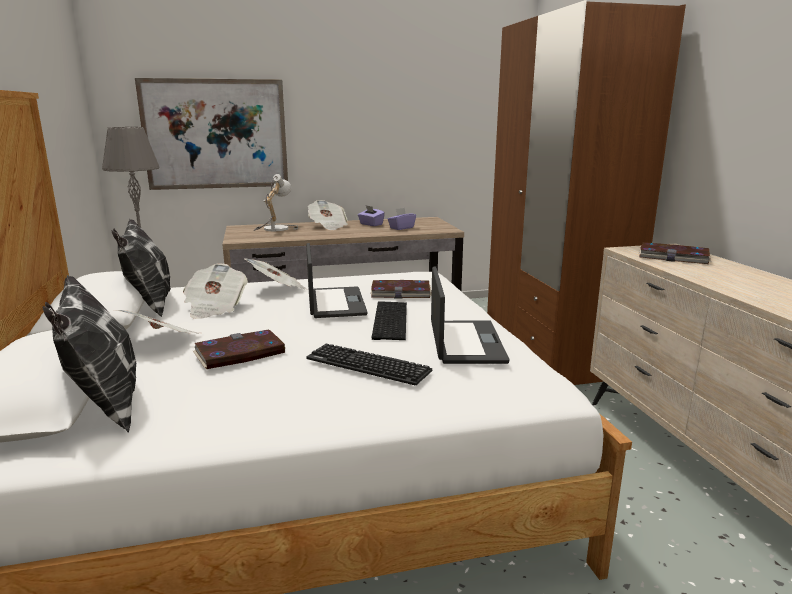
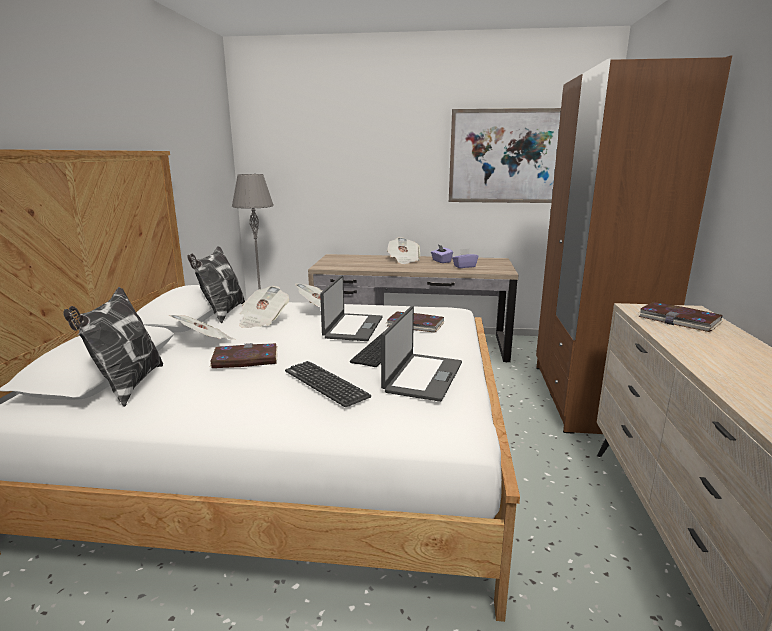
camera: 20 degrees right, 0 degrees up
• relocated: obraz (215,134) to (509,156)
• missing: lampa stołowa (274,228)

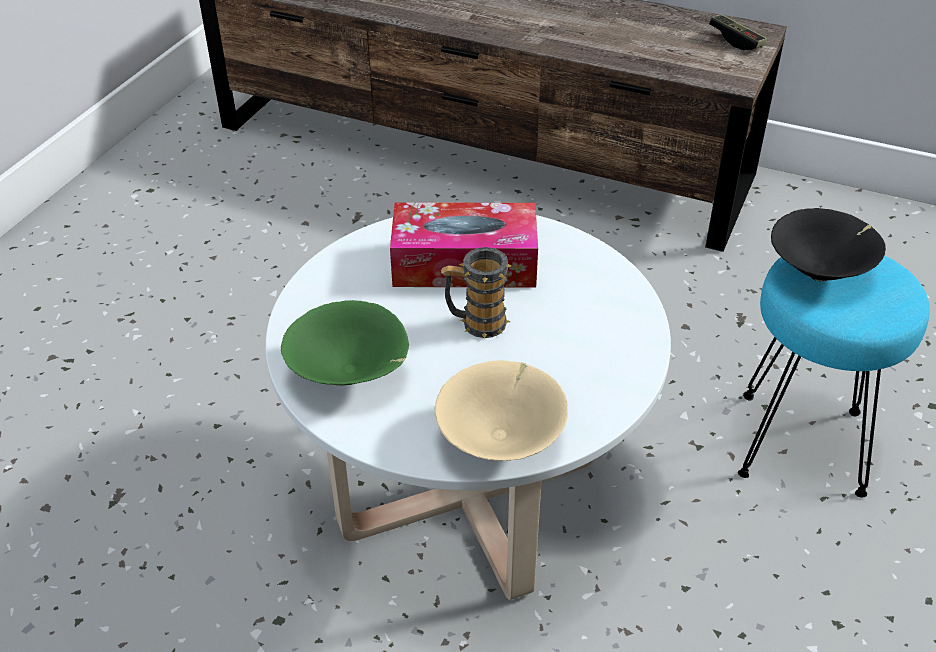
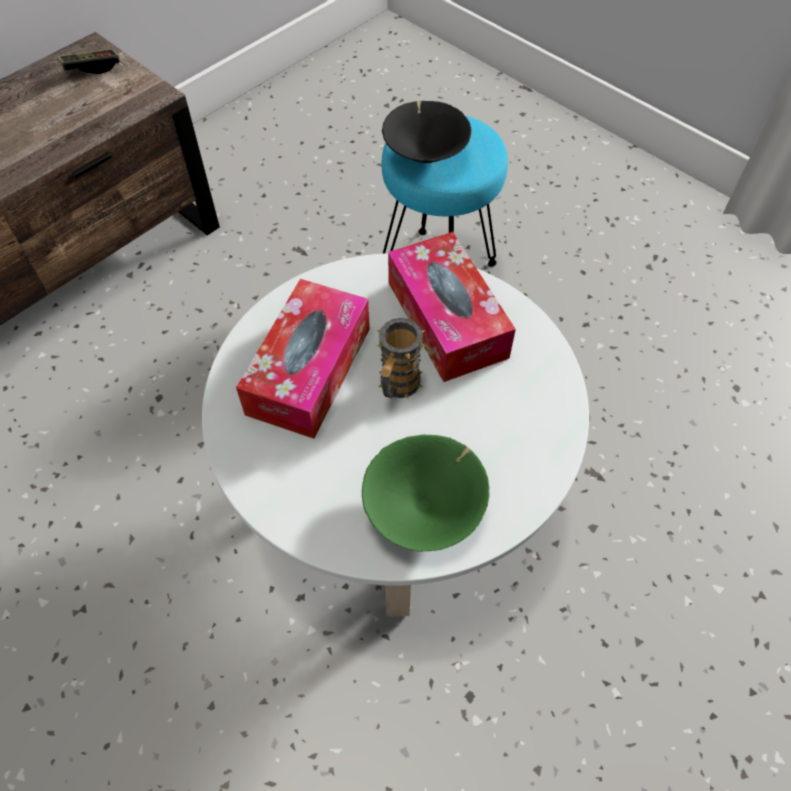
camera: 70 degrees left, 15 degrees up
• missing: miska (beżowy) (502,439)
• appeared: pudełko chusteczek (447,319)

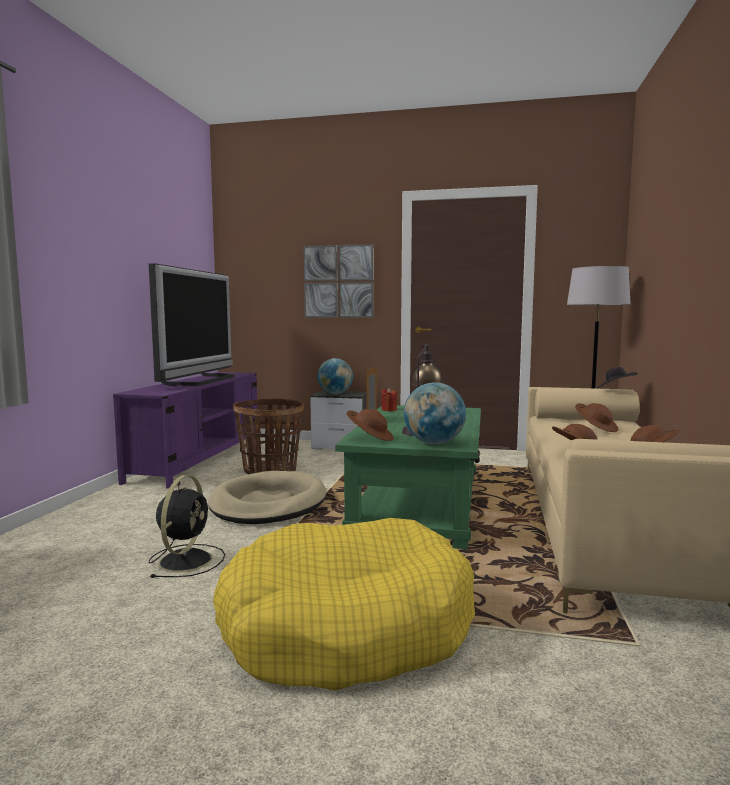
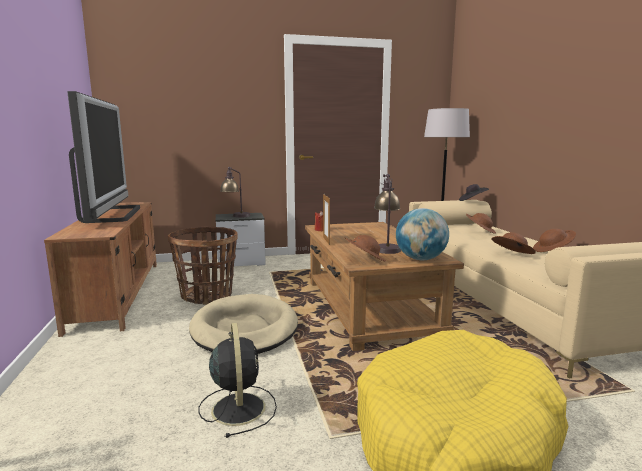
camera: 25 degrees left, 5 degrees up
• colour: szafka pod telewizor (fioletowy) (199,459) to szafka pod telewizor (brązowy) (118,293)
• missing: obraz (338,281)
• exchanged: globus (335,393) to lampa stołowa (236,217)
• colour: ława (zielony) (419,505) to ława (brązowy) (369,308)

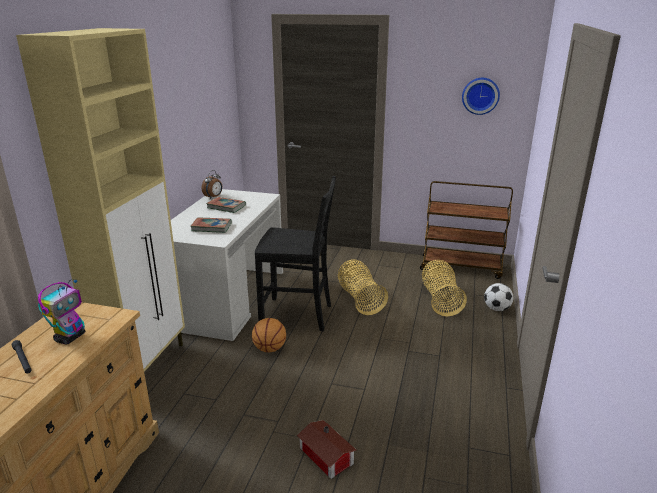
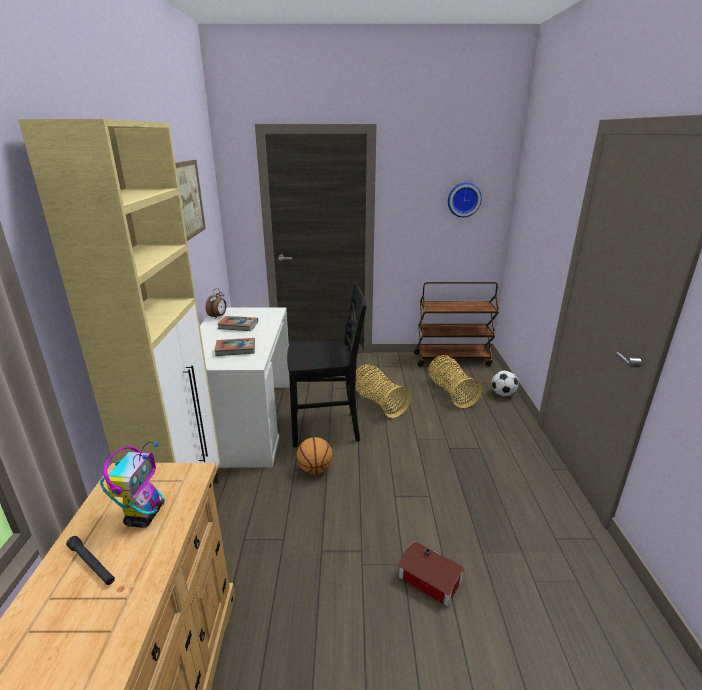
camera: 15 degrees left, 0 degrees up
• appeared: obraz (188,199)

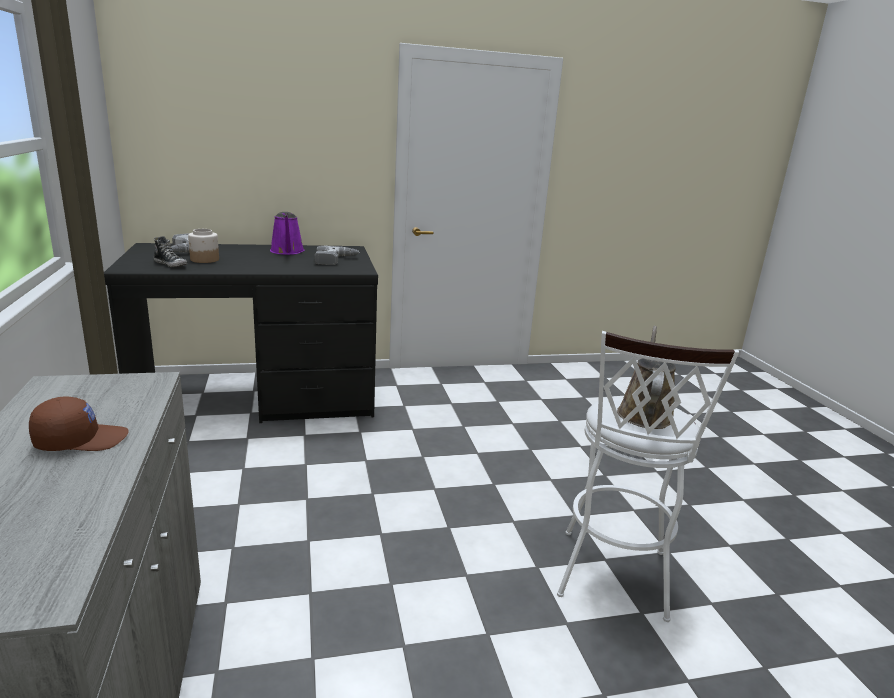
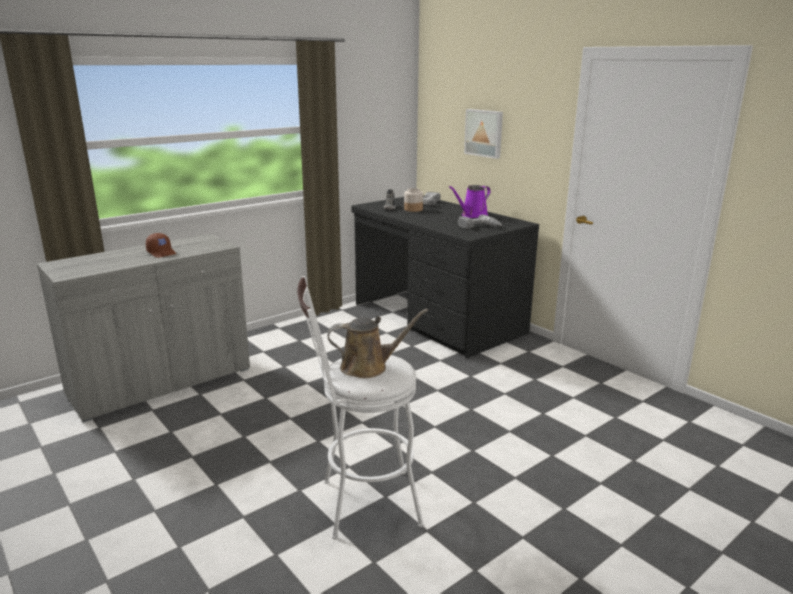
camera: 65 degrees right, 0 degrees up
• appeared: obraz (484,133)

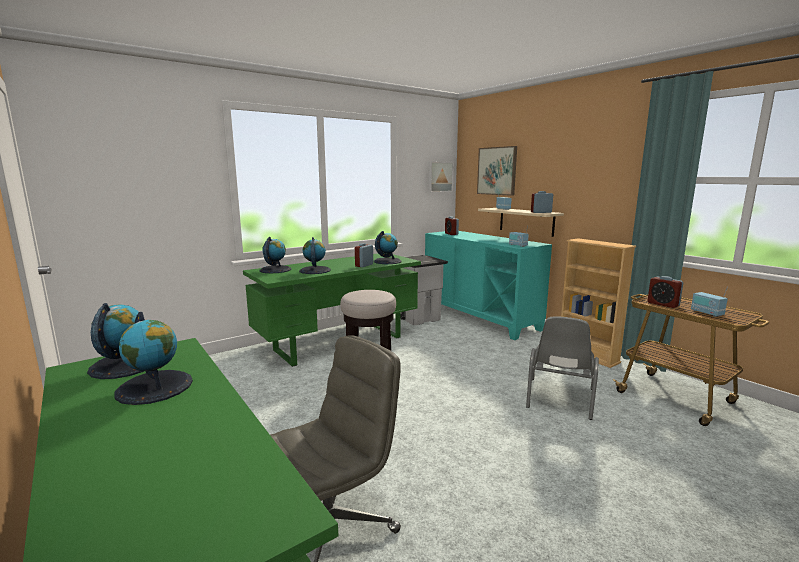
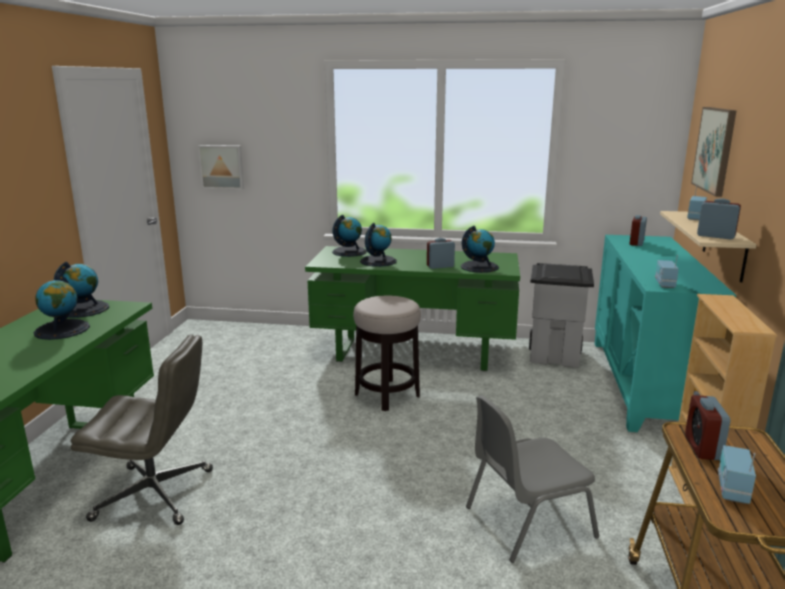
camera: 45 degrees right, 5 degrees up
• relocated: obraz (439,177) to (222,166)

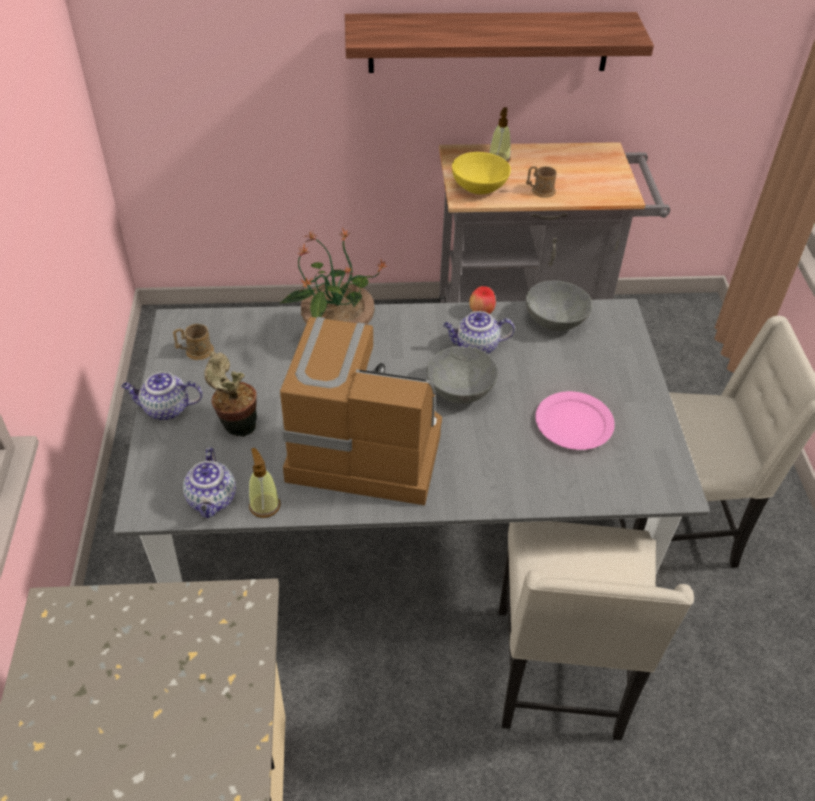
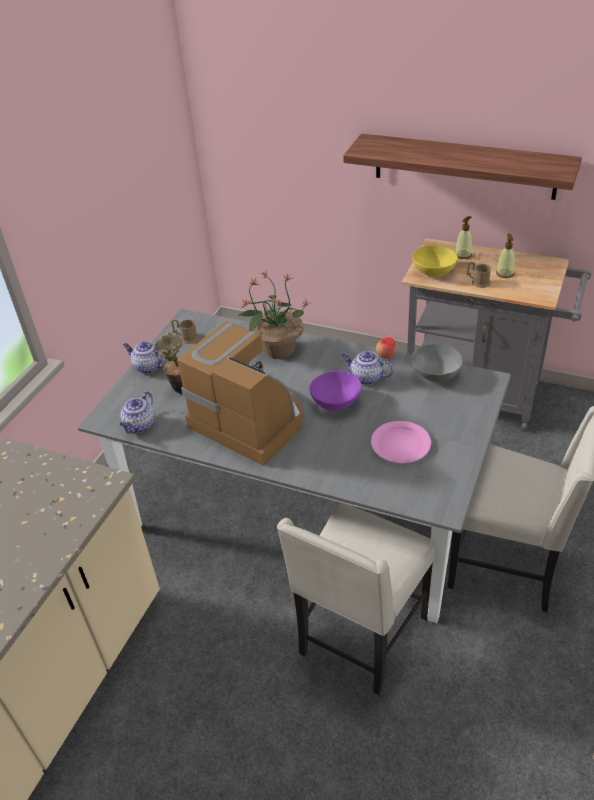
camera: 30 degrees right, 5 degrees down
• relocated: dozownik mydła (264,505) to (505,273)
• colour: miska (szary) (460,390) to miska (fioletowy) (336,402)

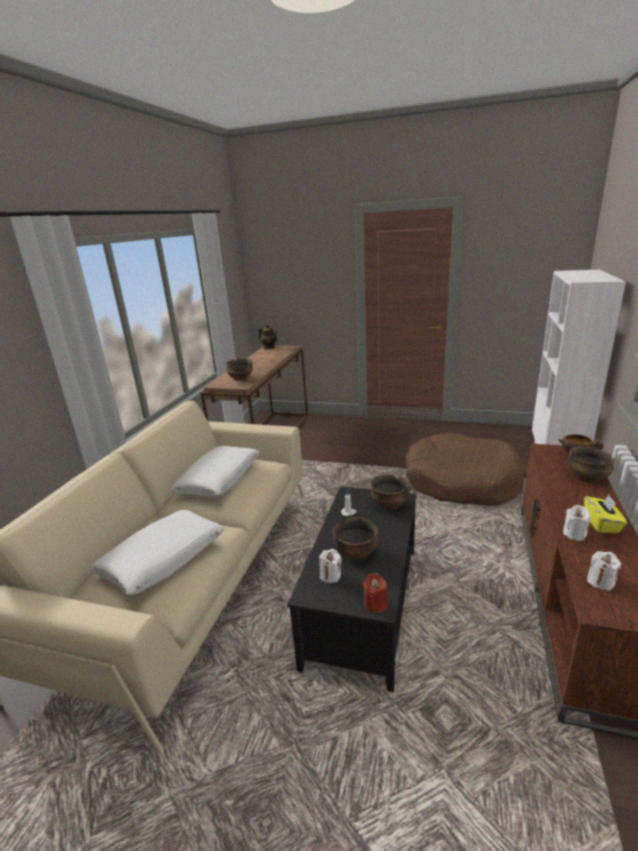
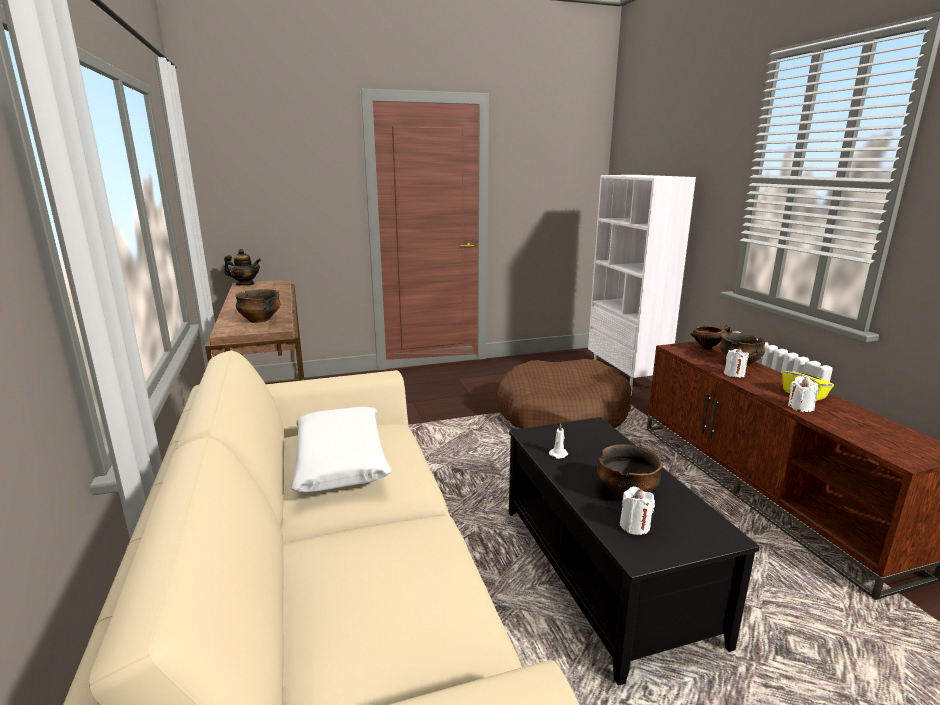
camera: 35 degrees left, 5 degrees down
• missing: poduszka (biały) (163,559)
• missing: świeca (czerwony) (375,604)
• missing: miska (390,504)
• relocated: świeca (biały) (600,582) to (734,374)

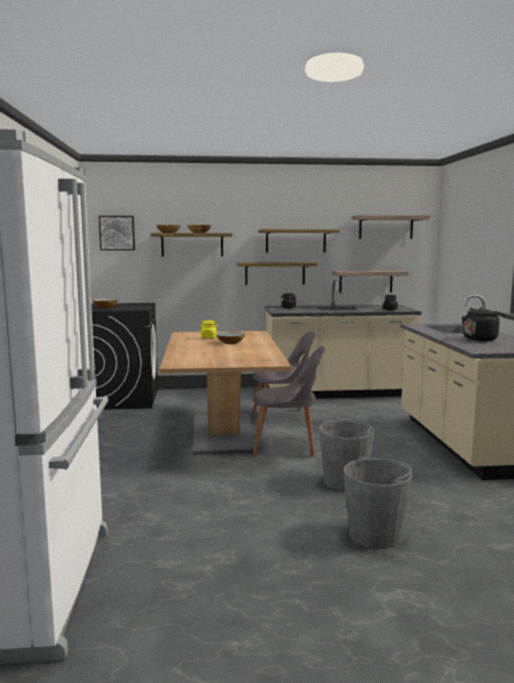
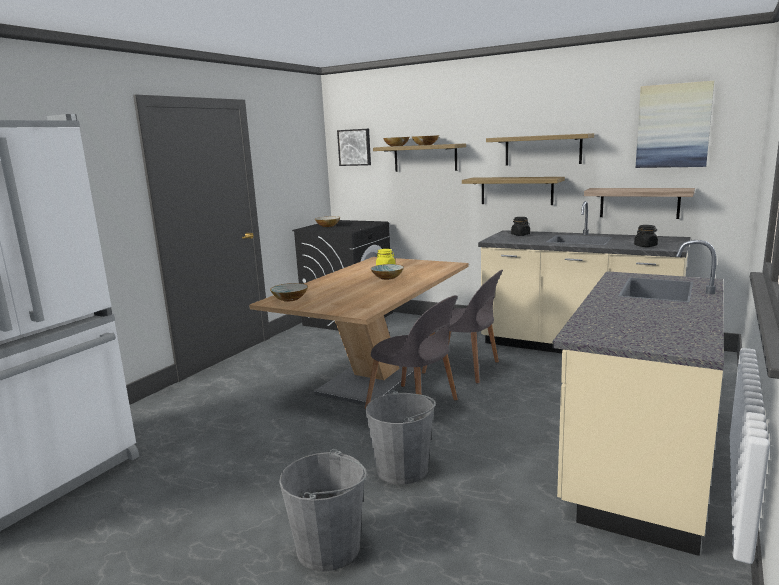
camera: 35 degrees right, 5 degrees up
• exchanged: półka (386,227) to obraz (673,126)
• missing: czajnik (czarny) (481,339)
• appeared: miska (290,299)

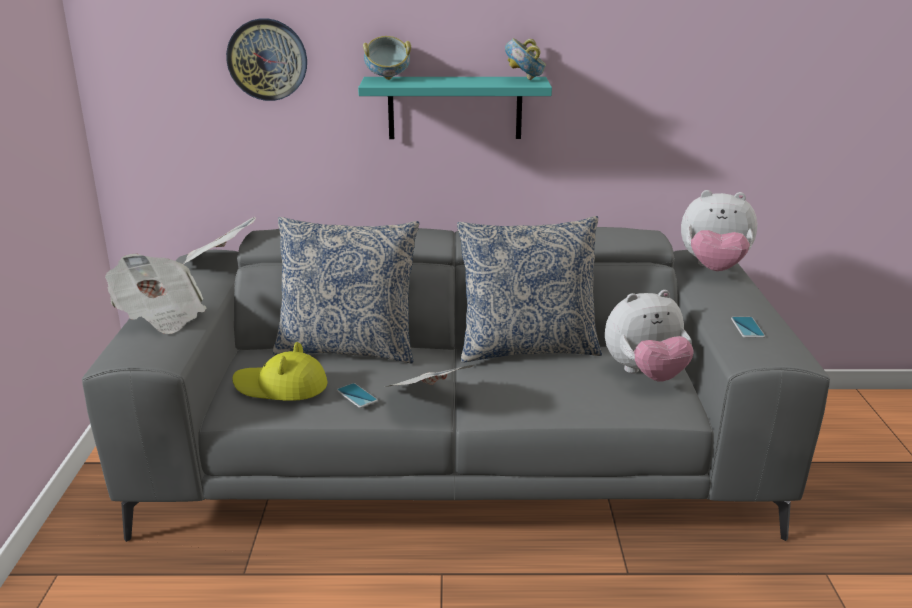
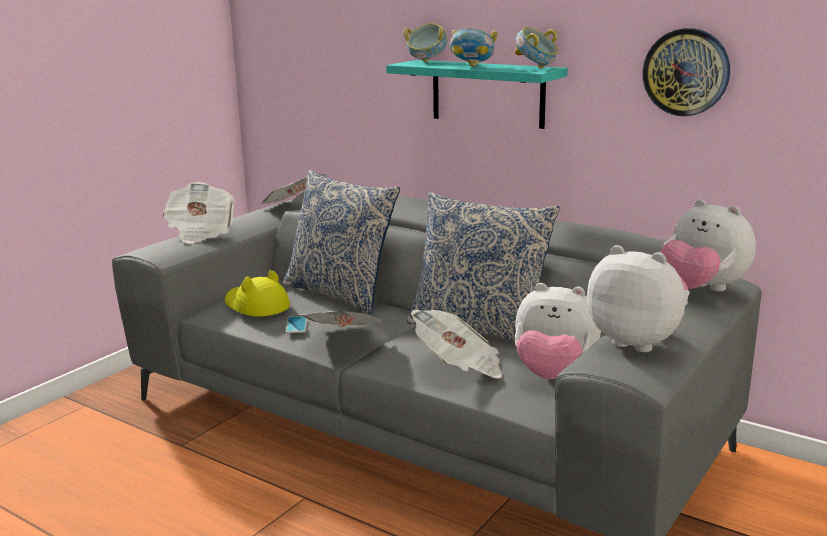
camera: 35 degrees right, 5 degrees down
• relocated: zegar ścienny (267,59) to (686,72)
• exchanged: telefon (747,328) to pluszak (637,341)
• appeared: gazeta (459,366)
• appeared: miska (472,67)

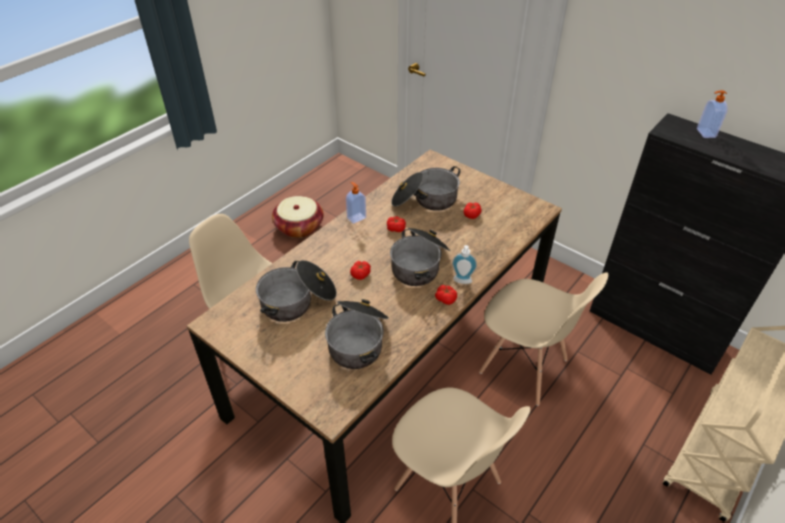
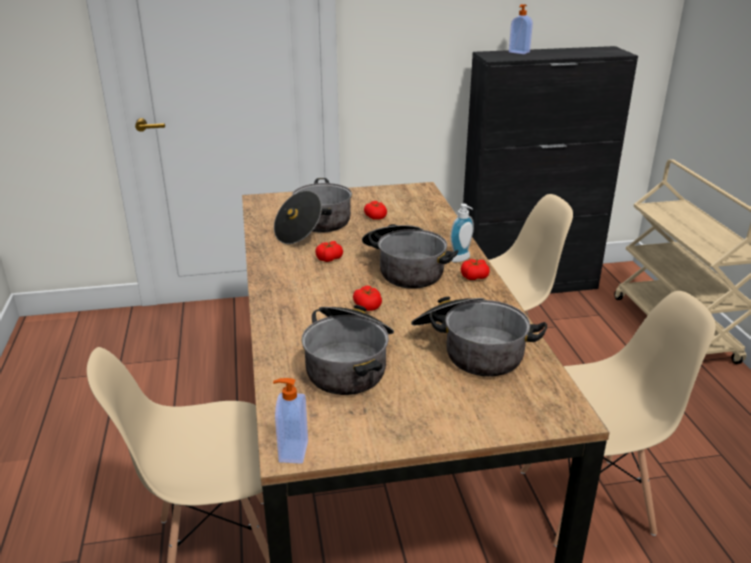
camera: 50 degrees left, 15 degrees down
• missing: koszyk (299,227)
• relocated: dozownik mydła (356,217) to (292,451)

